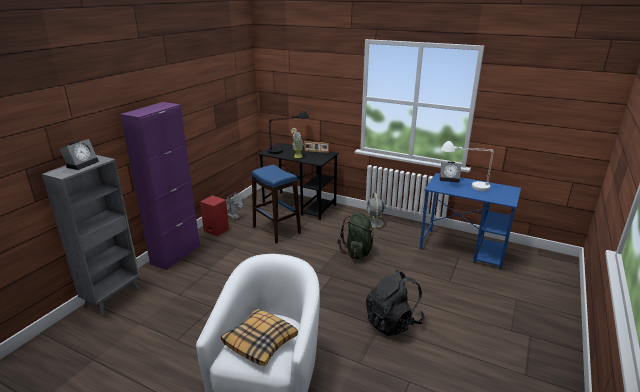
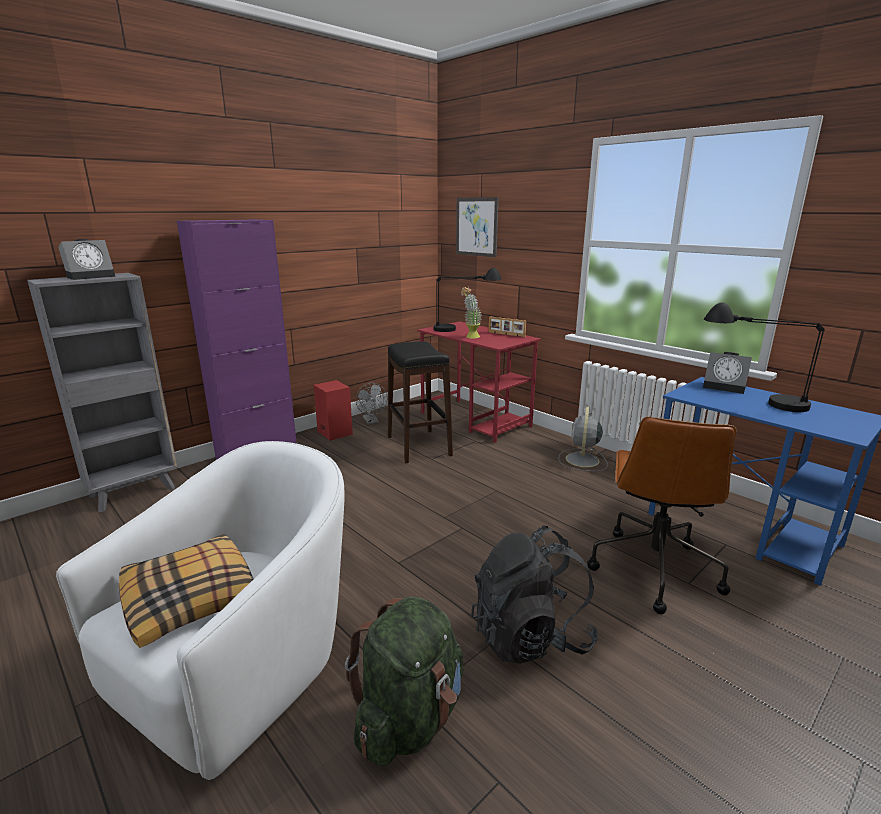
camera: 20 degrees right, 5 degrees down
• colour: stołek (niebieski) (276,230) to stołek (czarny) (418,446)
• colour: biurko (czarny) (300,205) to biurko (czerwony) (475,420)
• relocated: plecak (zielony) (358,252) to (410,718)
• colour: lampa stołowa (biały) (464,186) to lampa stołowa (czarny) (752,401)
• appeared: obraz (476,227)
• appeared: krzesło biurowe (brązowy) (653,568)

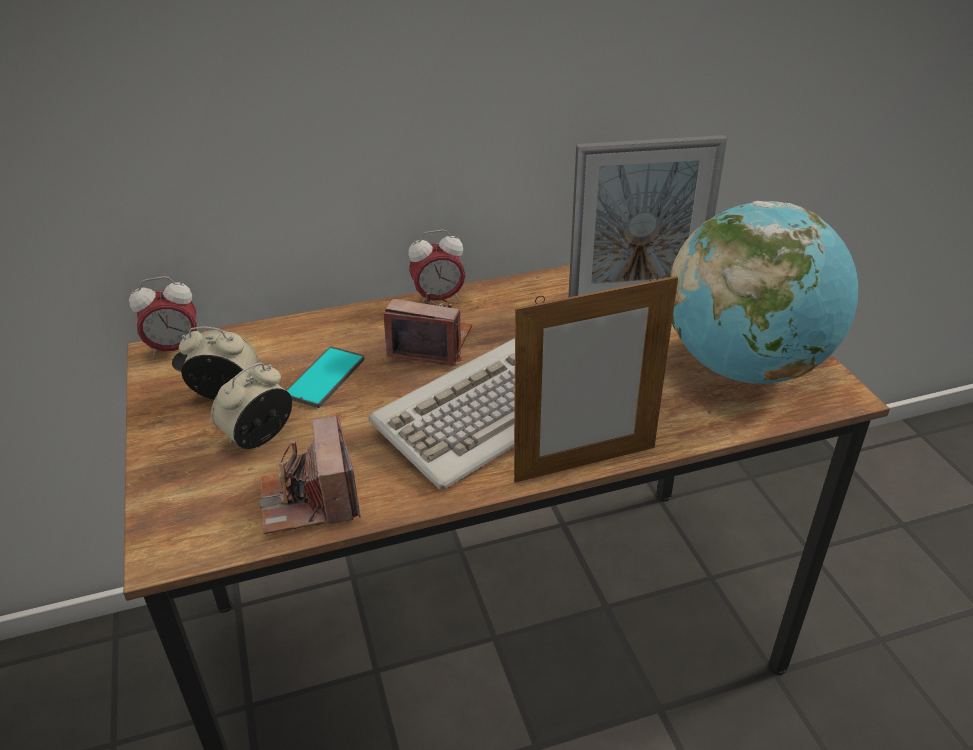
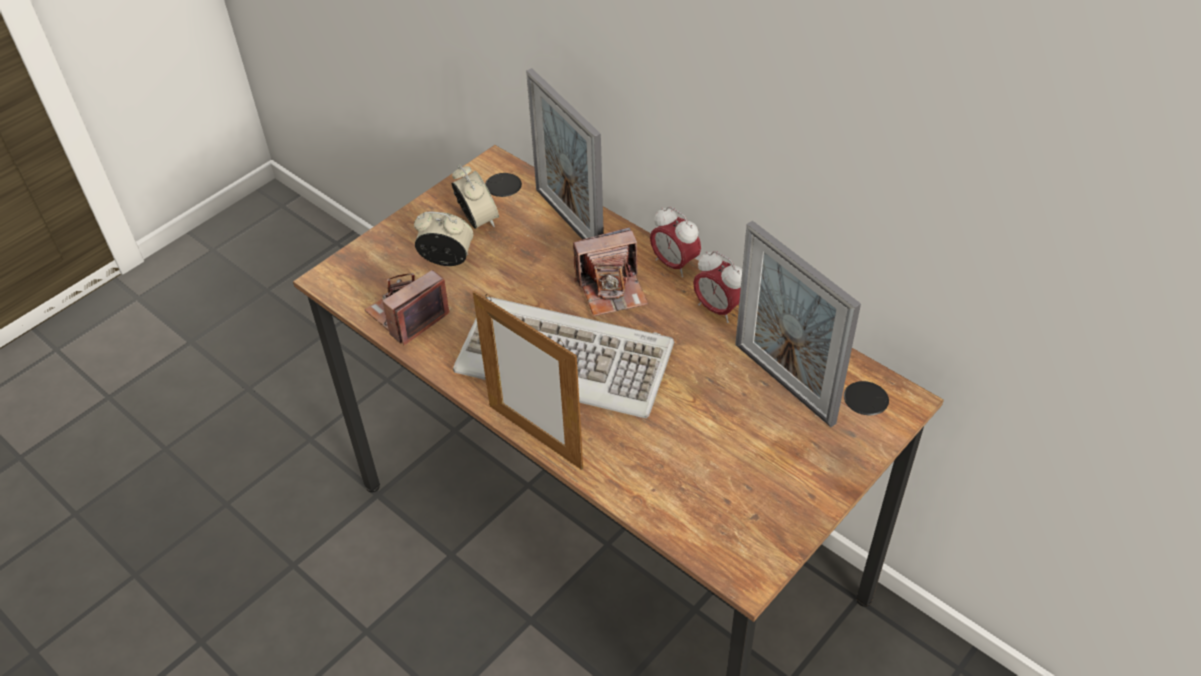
camera: 60 degrees right, 10 degrees up
• relocated: budzik (175,349) to (718,309)
• missing: telefon (325,377)
• spun: aparat fotograficzny (431,344) = (612,289) 90 degrees clockwise
• missing: globus (746,367)
• appeared: ramka na zdjęcie (569,221)

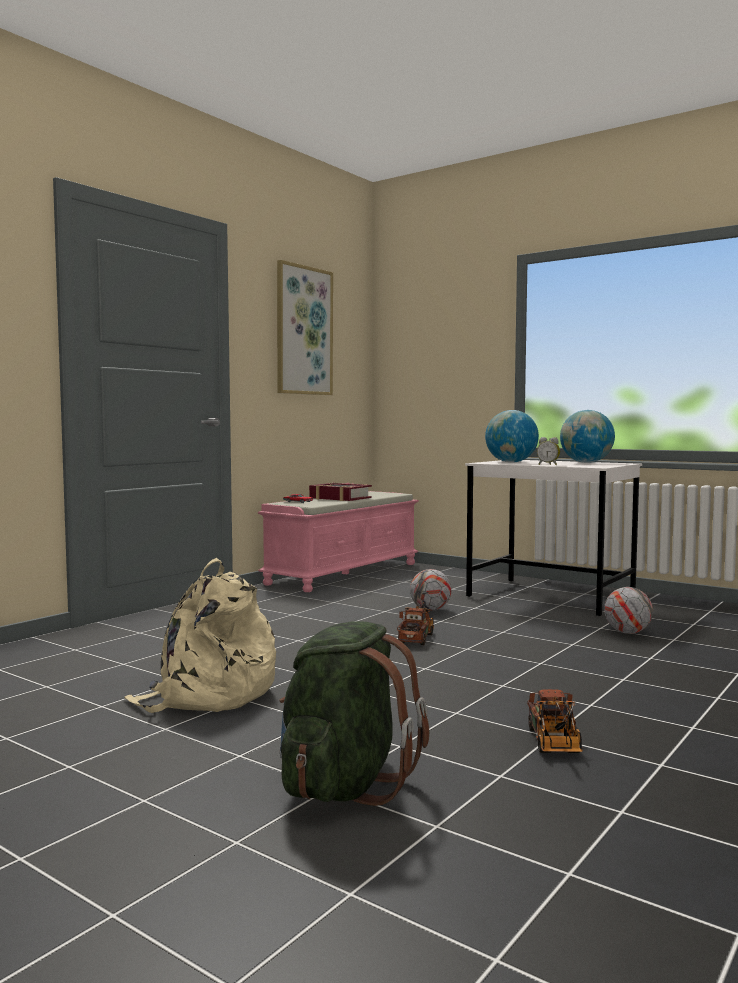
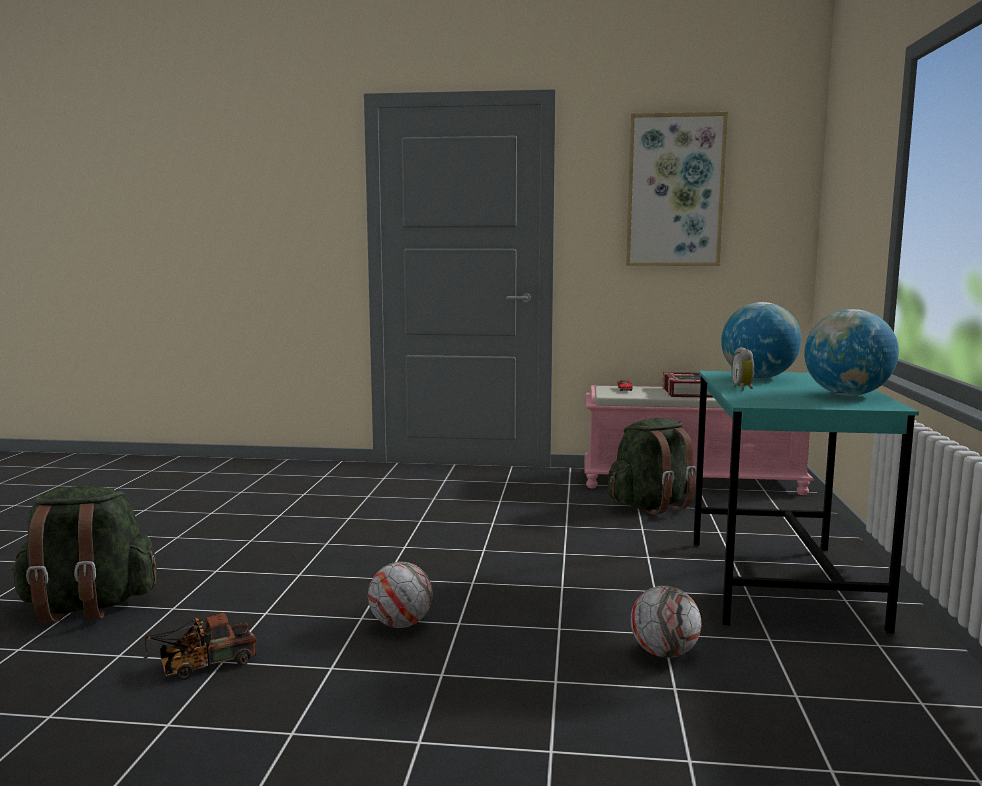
camera: 60 degrees right, 5 degrees up
• missing: plecak (beżowy) (208,695)
• missing: ciężarówka zabawkowa (417,637)
• relocated: piłka futbolowa (430,610) to (400,624)
• colour: biurko (biały) (551,597) to biurko (turkusowy) (781,584)
• appeared: plecak (zielony) (651,506)

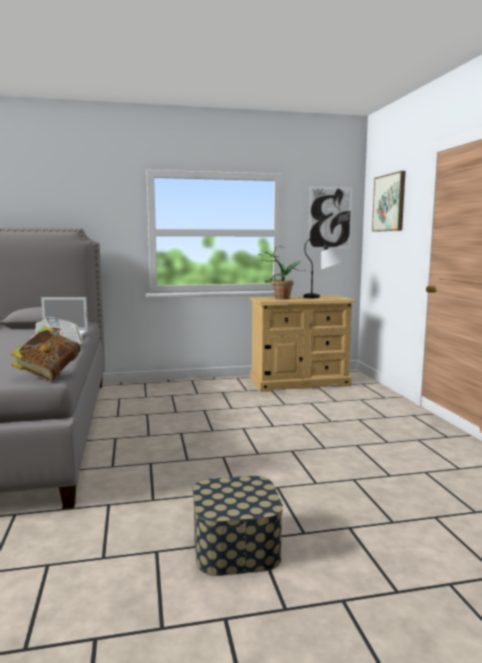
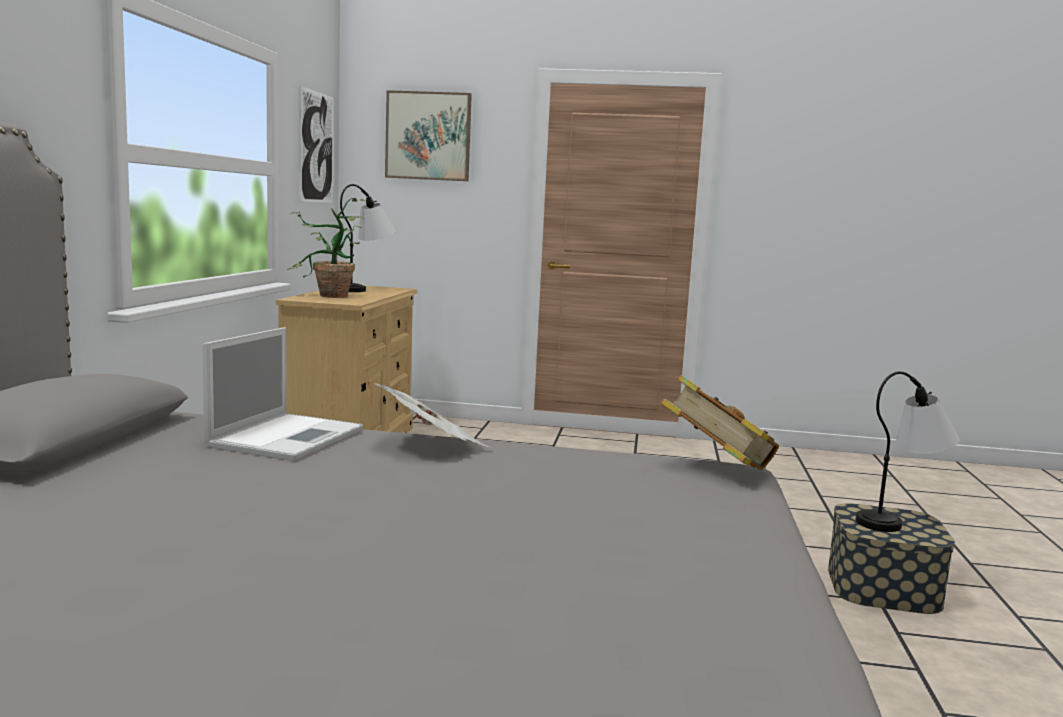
camera: 70 degrees left, 0 degrees up
• appeared: lampa stołowa (901,521)

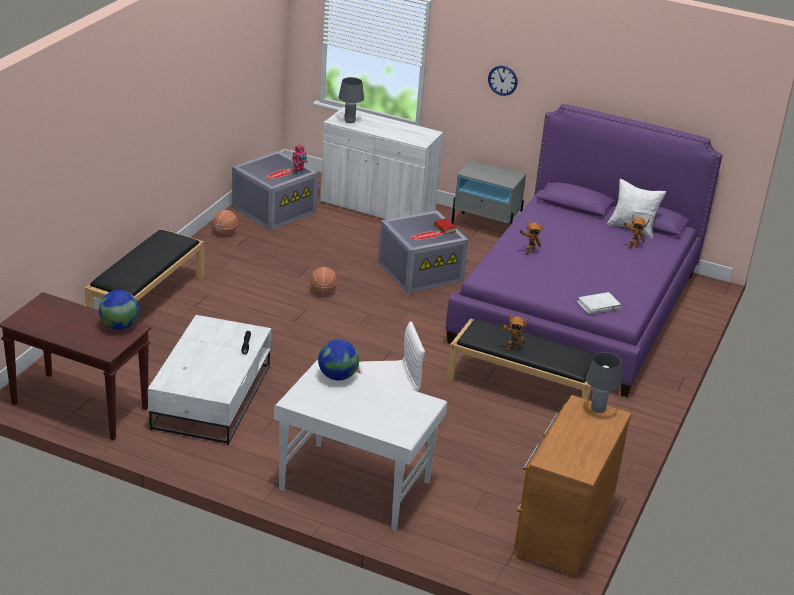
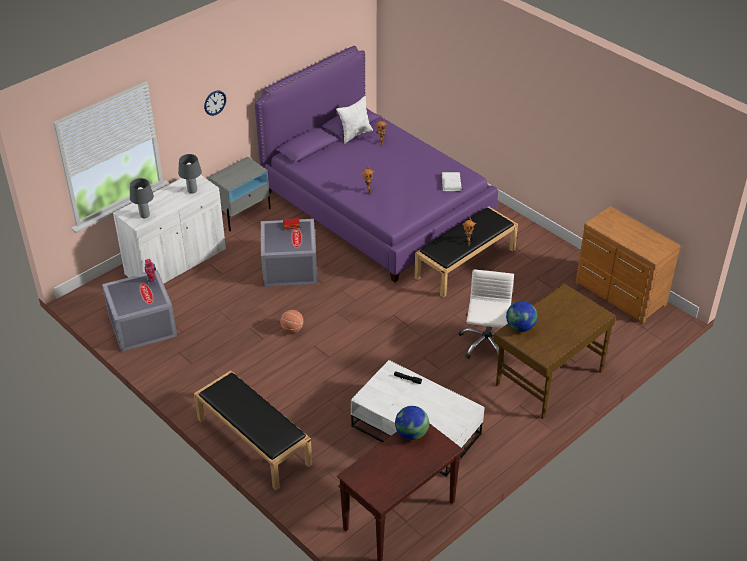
camera: 65 degrees left, 10 degrees up
• missing: piłka do koszykówki (224,233)
• colour: biurko (biały) (354,484) to biurko (brązowy) (548,378)
• relocated: lampa stołowa (szary) (598,409) to (192,191)

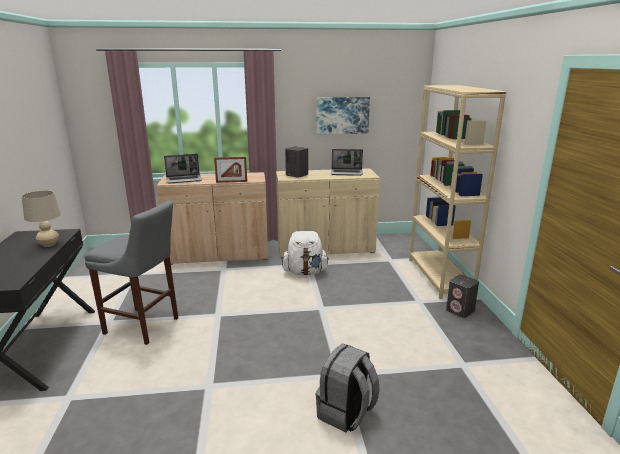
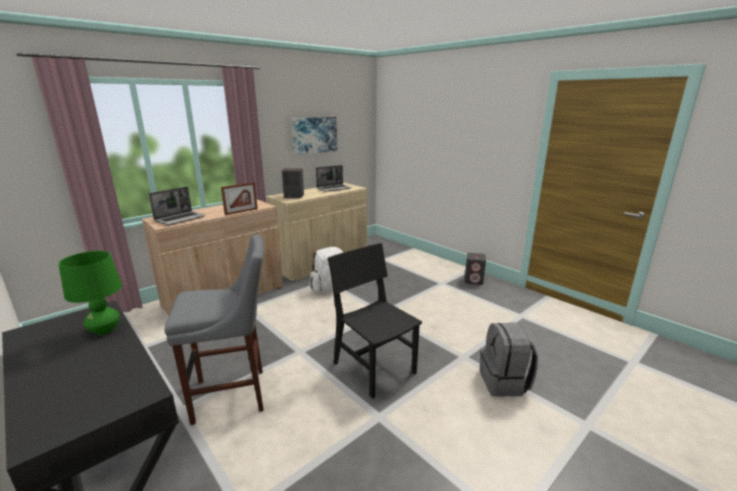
camera: 35 degrees left, 0 degrees up
• colour: lampa stołowa (beżowy) (49,244) to lampa stołowa (zielony) (105,330)
• missing: regał (beżowy) (439,277)
• appeared: krzesło (czarny) (374,367)

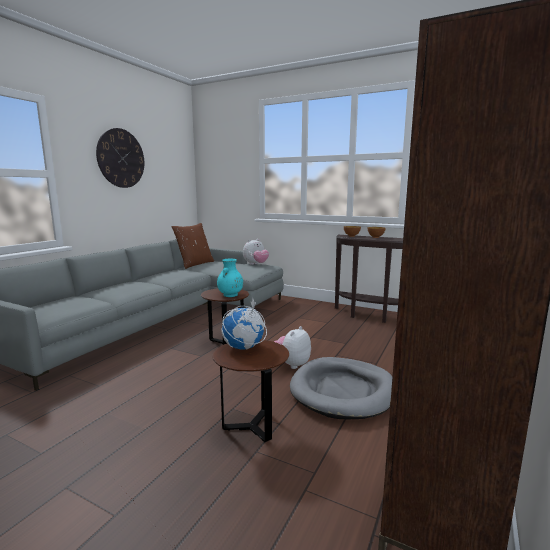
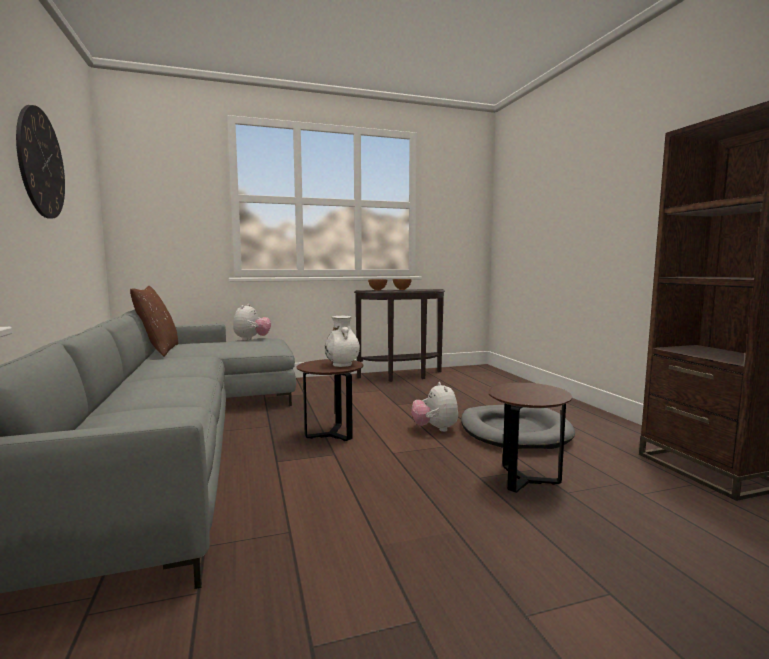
camera: 45 degrees left, 5 degrees down
• colour: wazon (turkusowy) (230,295) to wazon (biały) (342,365)
• missing: globus (244,348)

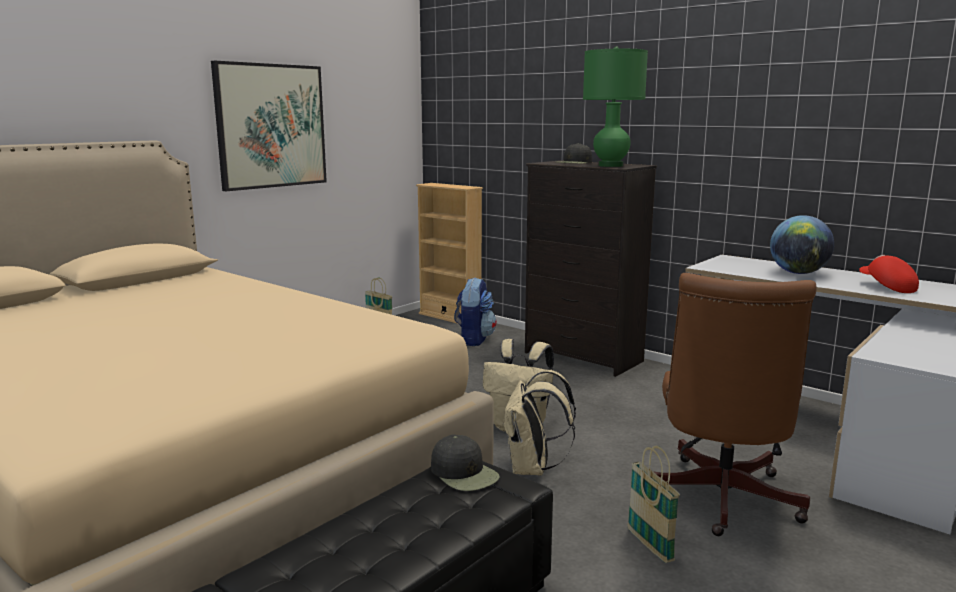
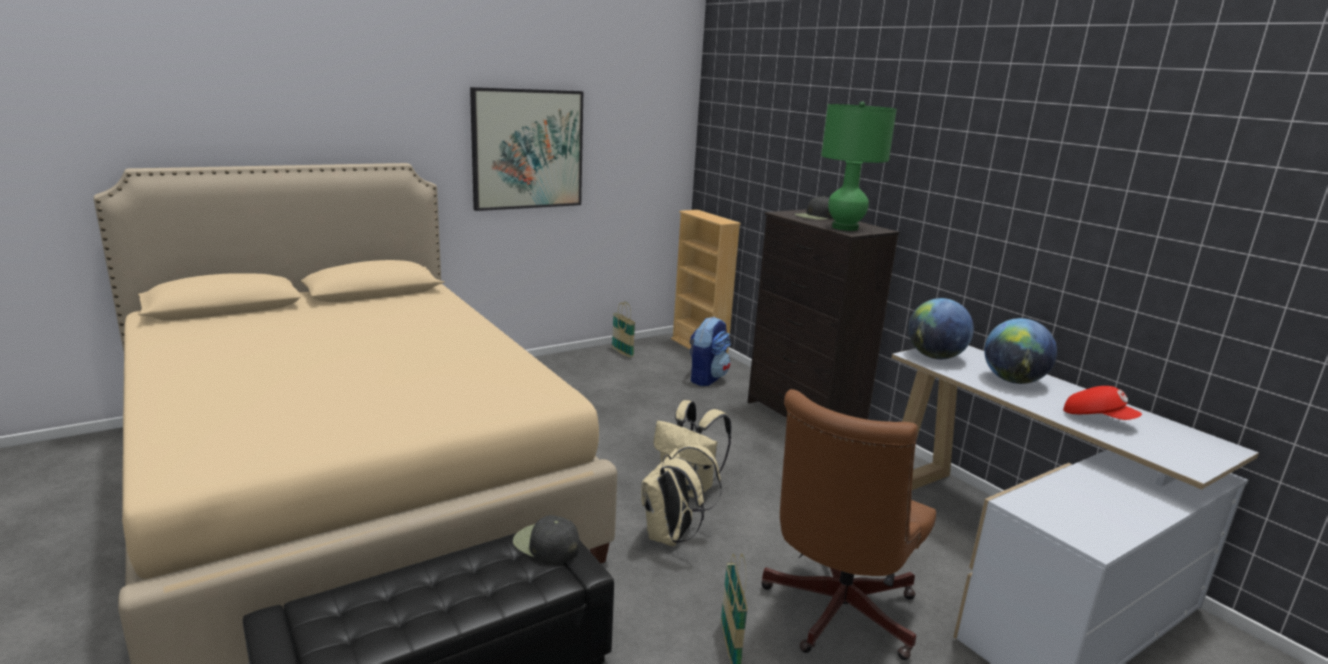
camera: 15 degrees right, 5 degrees up
• spun: czapka z daszkiem (czarny) (464,473) = (546,544) 150 degrees clockwise
• spun: czapka z daszkiem (czerwony) (886,287) = (1097,419) 135 degrees clockwise
• appeared: globus (935,357)

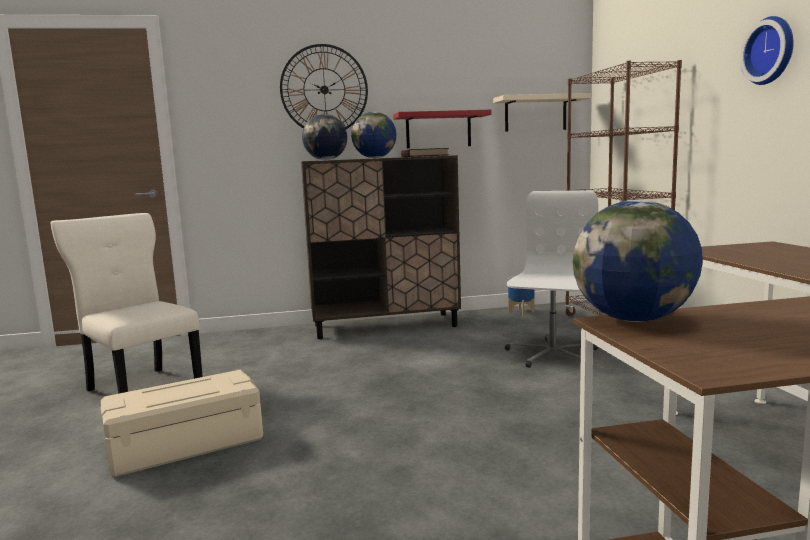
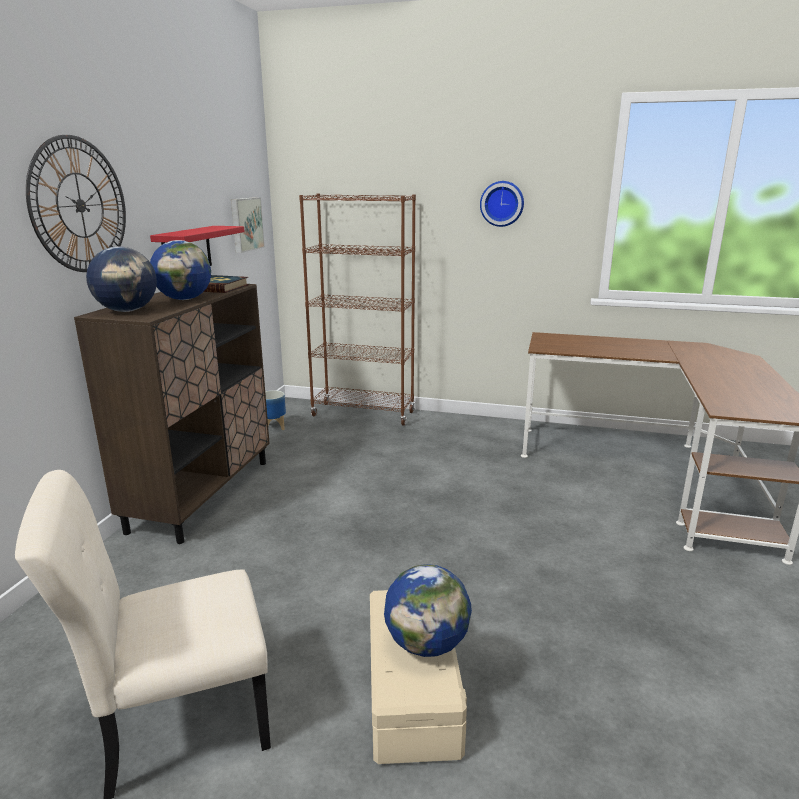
camera: 65 degrees left, 10 degrees up
• exchanged: półka (beżowy) (535,114) to obraz (245,224)
• missing: krzesło biurowe (biały) (551,354)
• relocated: globus (633,319) to (426,644)

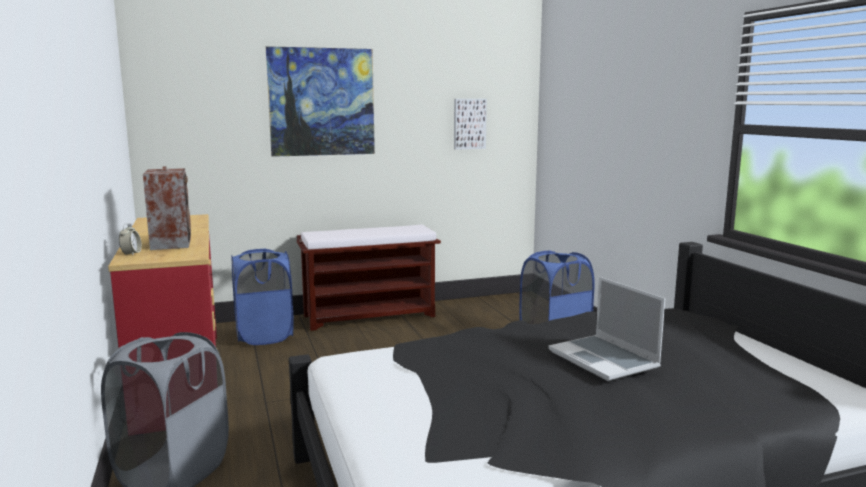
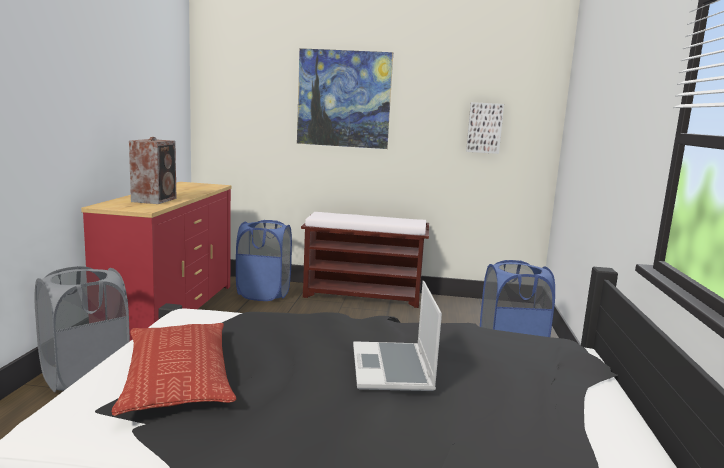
camera: 25 degrees right, 0 degrees up
• missing: budzik (131,254)
• appeared: poduszka (177,376)

